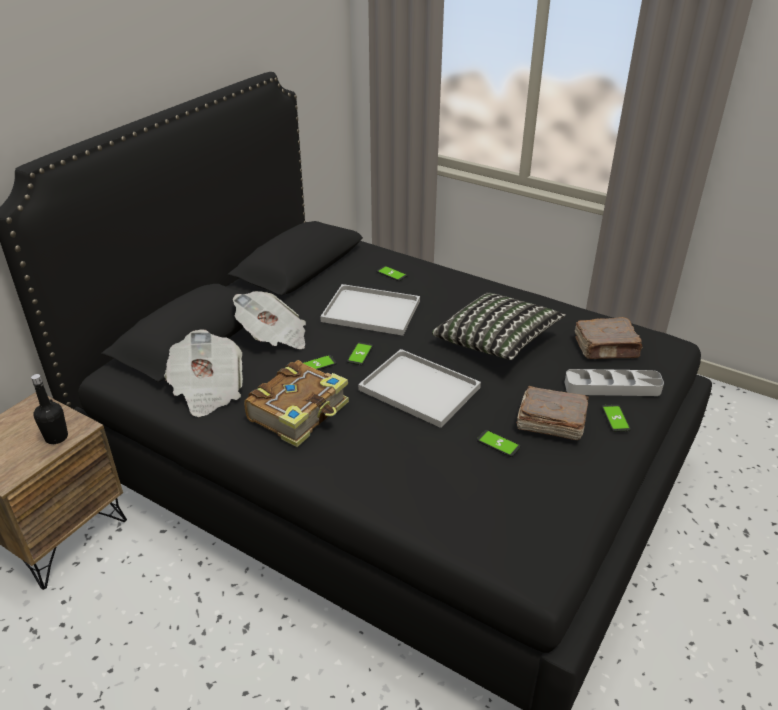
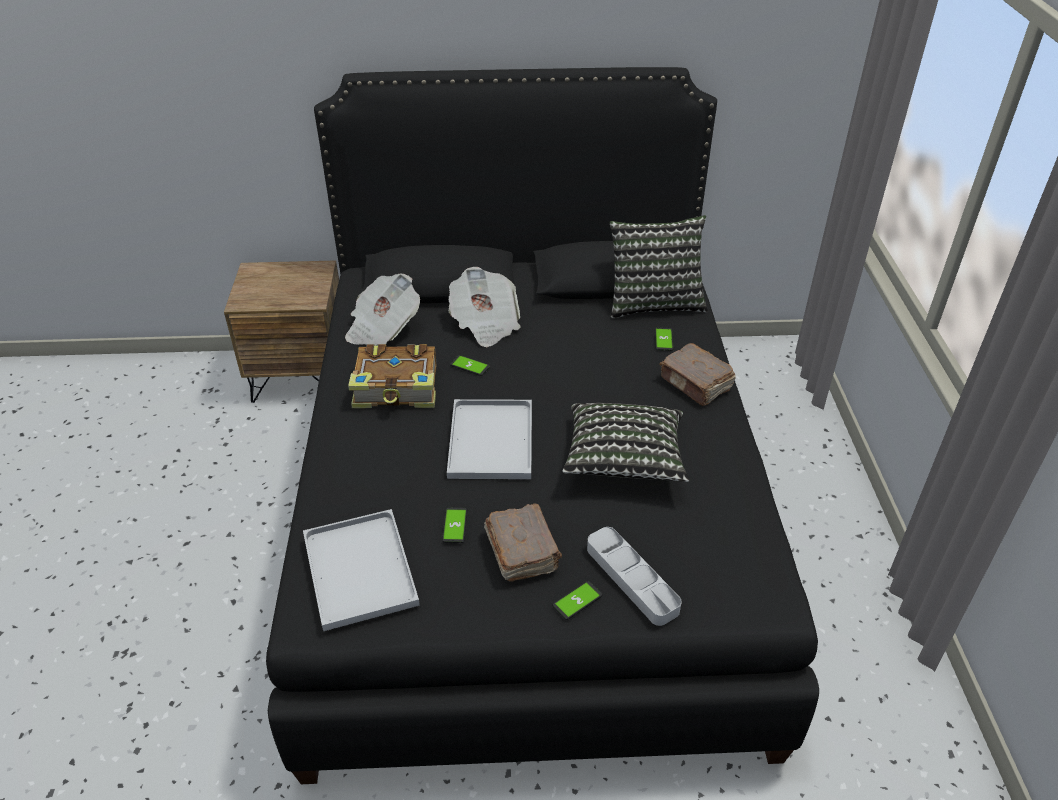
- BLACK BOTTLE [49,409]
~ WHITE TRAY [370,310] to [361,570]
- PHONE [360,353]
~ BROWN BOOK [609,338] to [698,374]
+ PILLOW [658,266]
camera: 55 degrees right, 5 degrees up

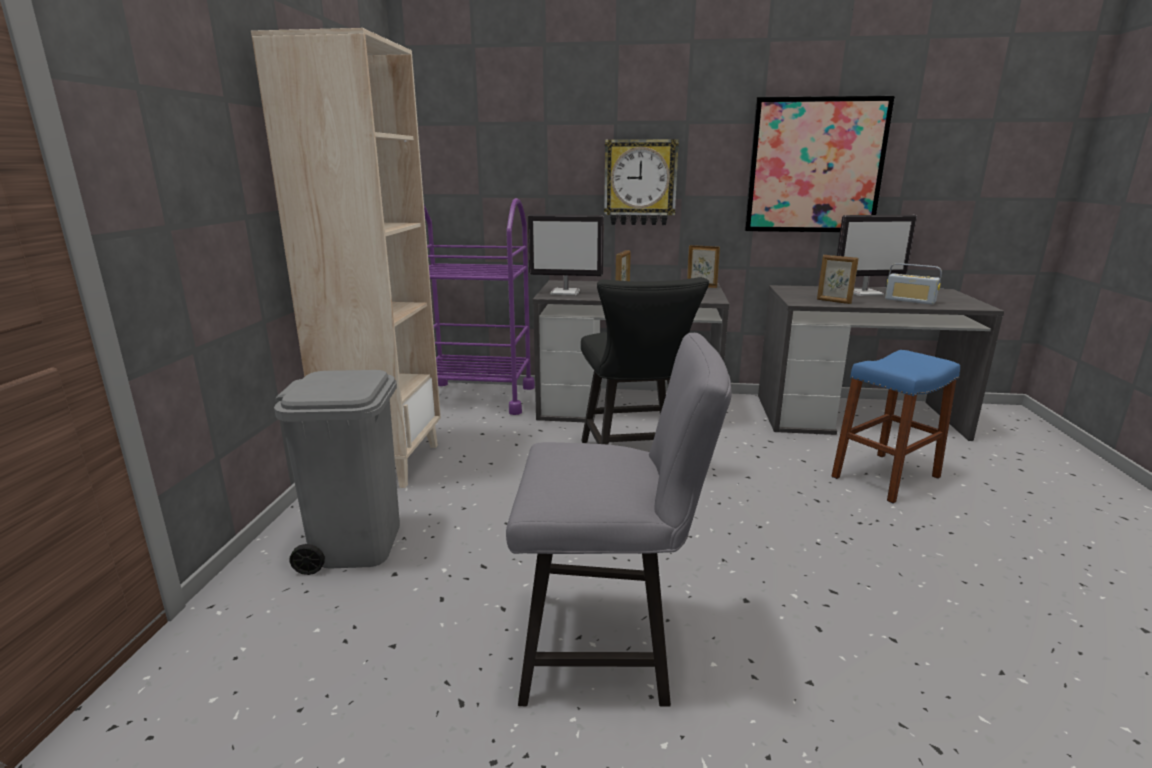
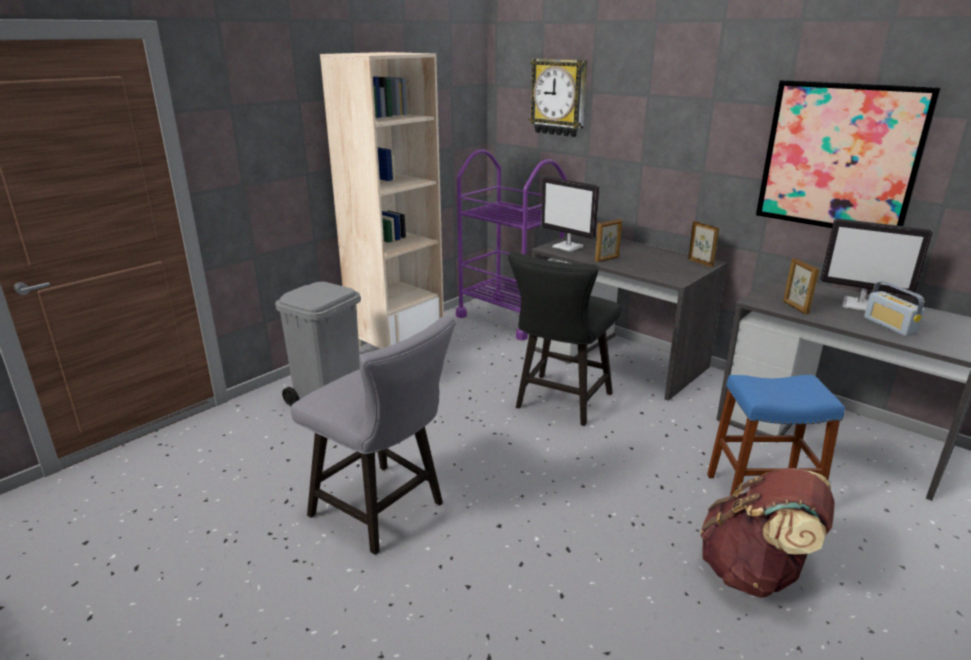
~ WALL CLOCK [641,182] to [558,97]
+ BROWN BACKPACK [767,533]
camera: 35 degrees right, 5 degrees up

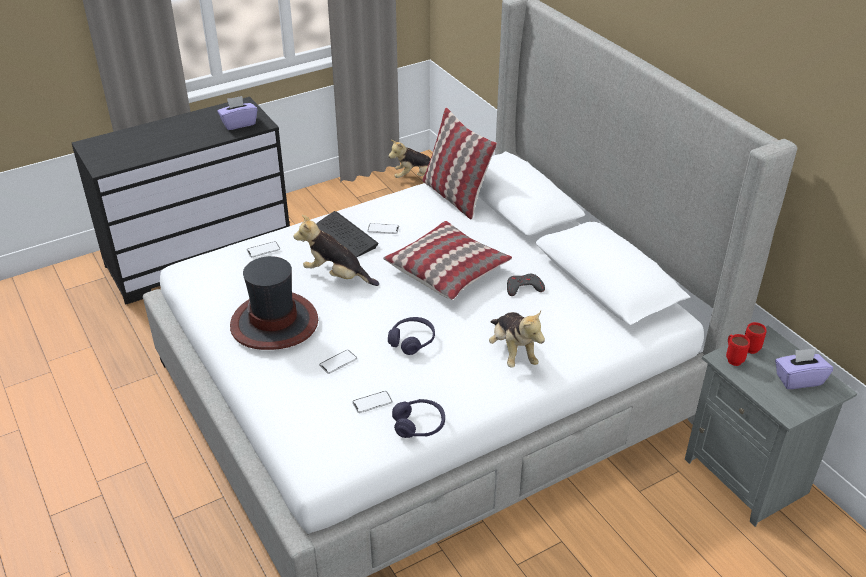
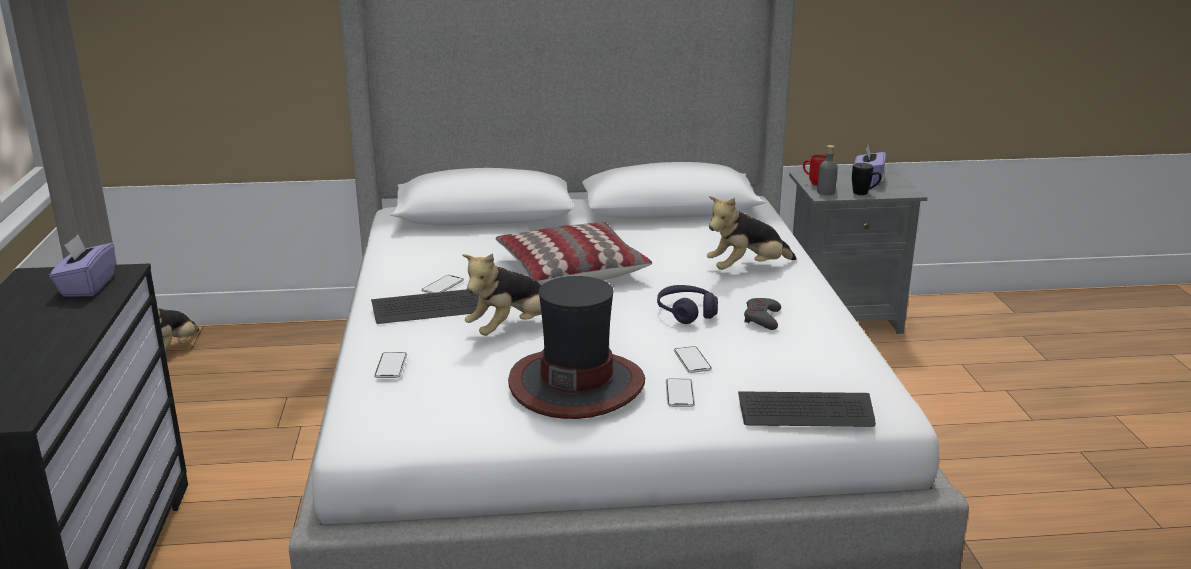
~ PHONE [372,402] to [680,393]
- PURPLE HEADPHONES [418,418]
- PILLOW [459,163]
~ PLUSH TOY [517,339] = [752,233] 150 degrees clockwise
~ GREY GAME CONTROLLER [526,285] to [762,314]
~ RED MUG [738,350] to GREY BOTTLE [827,170]
+ KEYBOARD [807,409]
+ BLACK MUG [867,179]
camera: 65 degrees left, 15 degrees down

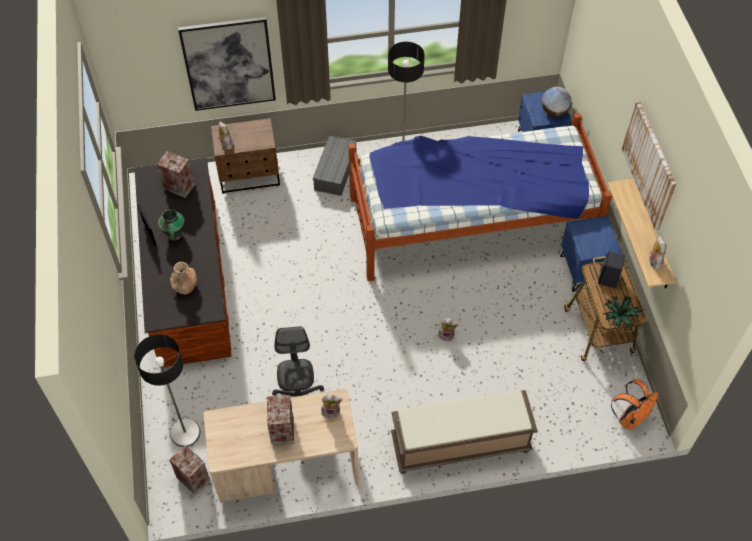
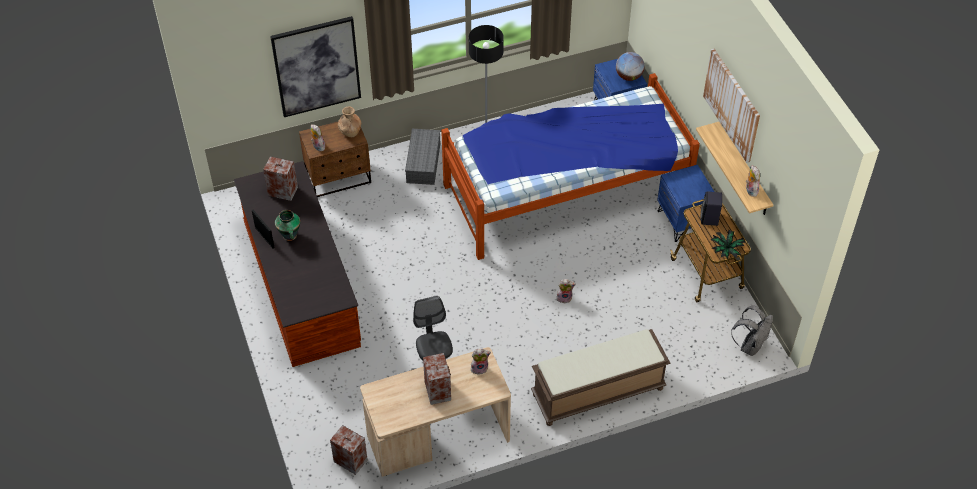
- FLOOR LAMP [167,390]
~ BROWN VASE [183,278] to [349,121]
~ ORANGE BACKPACK [635,404] to GREY BACKPACK [752,331]
camera: 10 degrees left, 5 degrees down

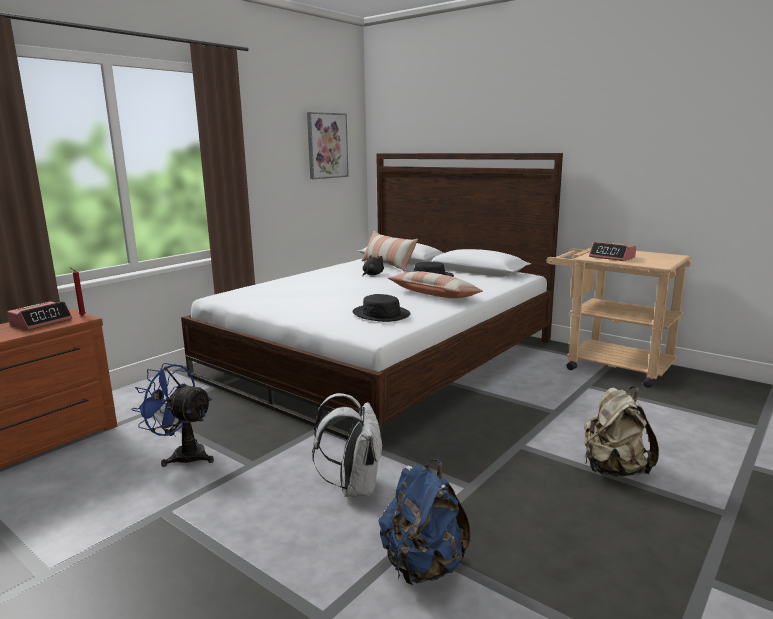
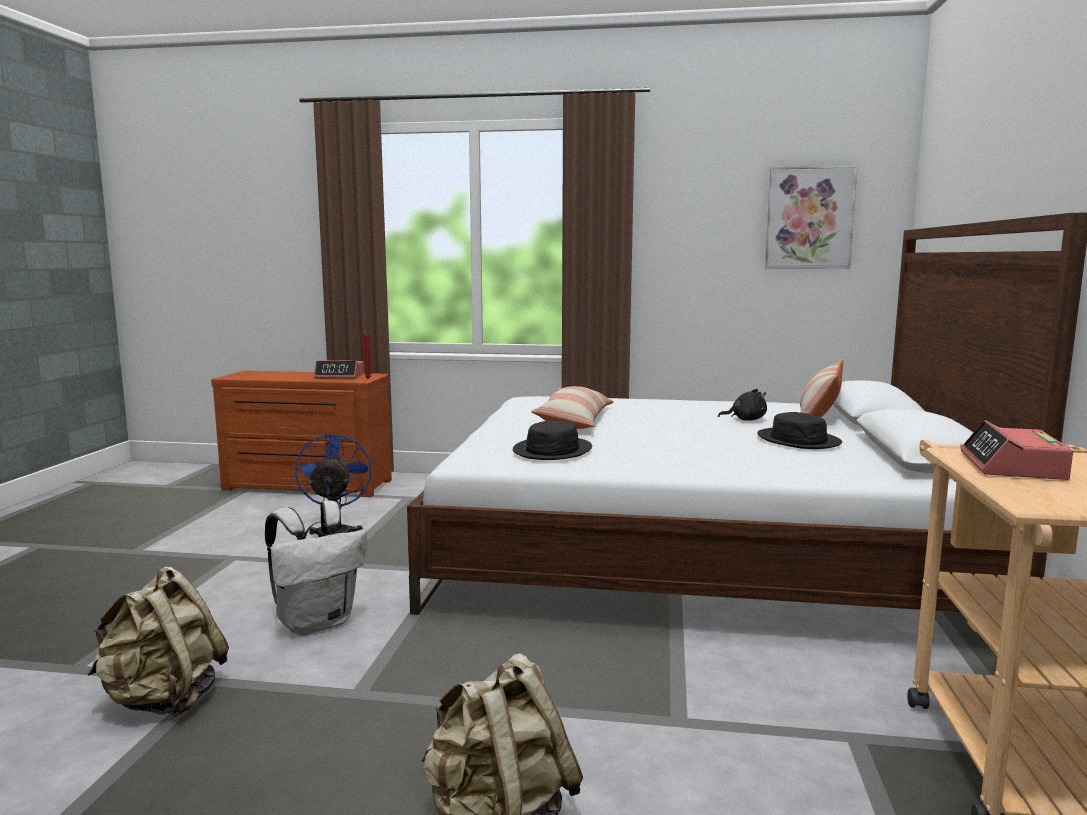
~ BLUE BACKPACK [425,522] to BEIGE BACKPACK [158,642]
~ PILLOW [435,284] to [572,407]
camera: 60 degrees right, 5 degrees down

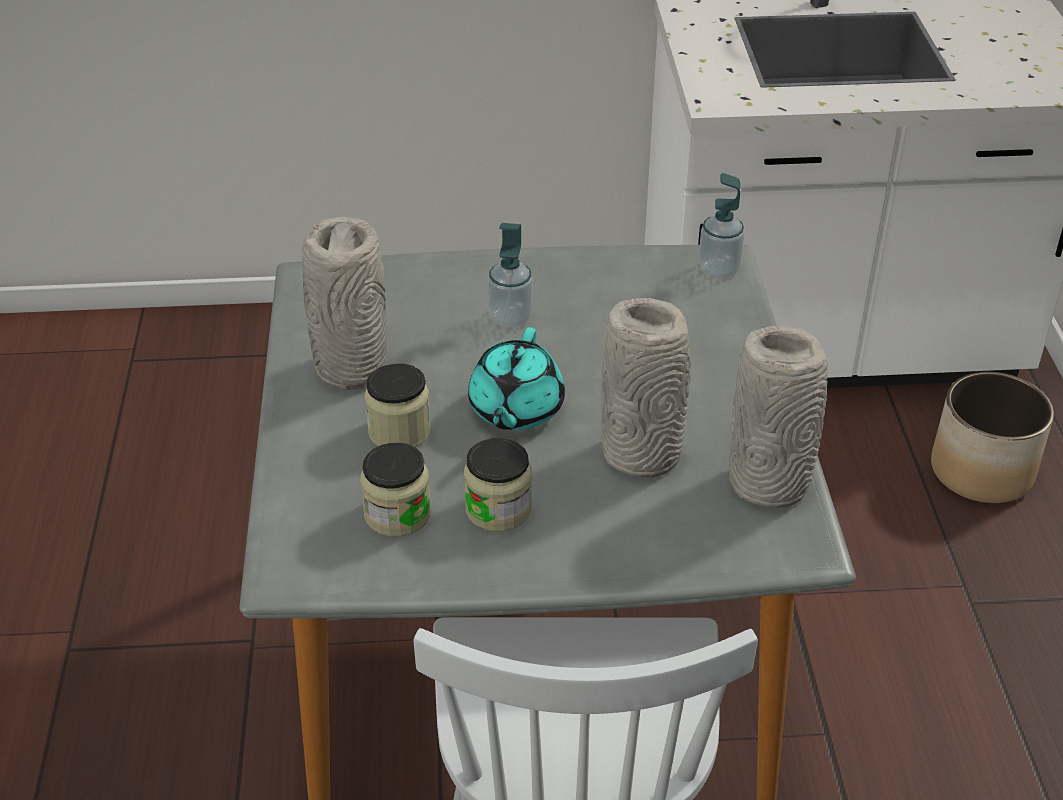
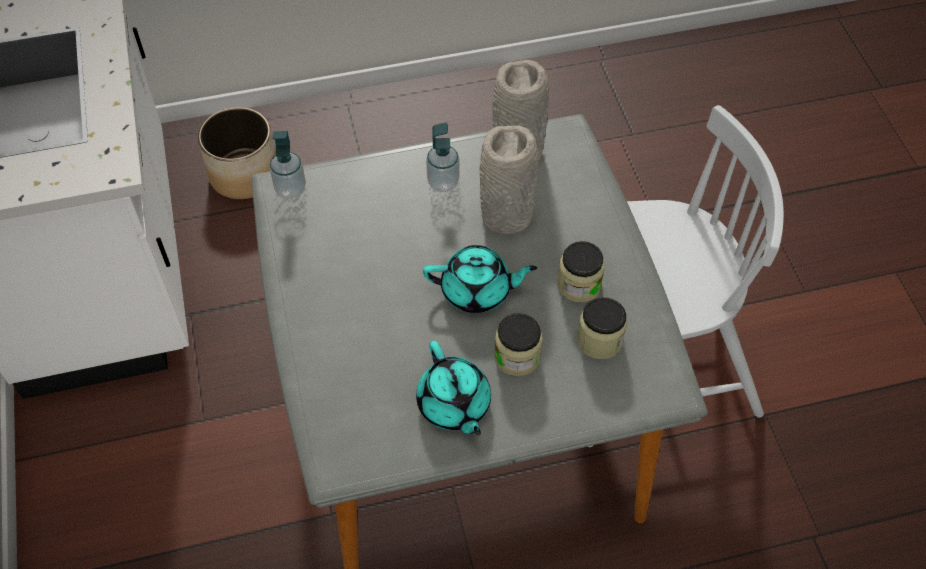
~ GREY VASE [344,303] to TURQUOISE TEAPOT [453,388]
~ SOAP DISPENSER [510,275] to [443,157]
camera: 100 degrees left, 15 degrees up

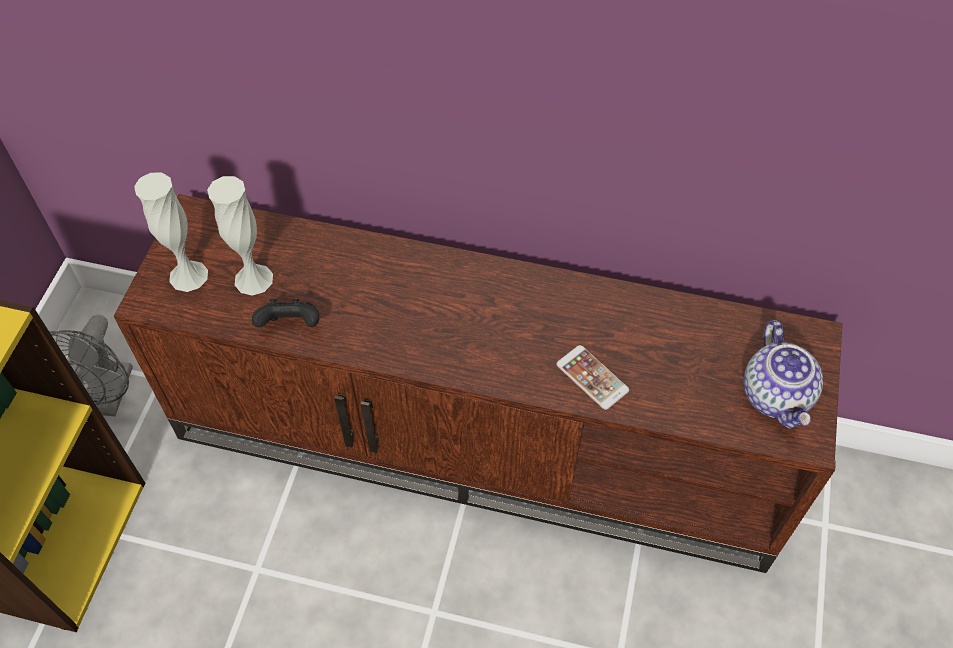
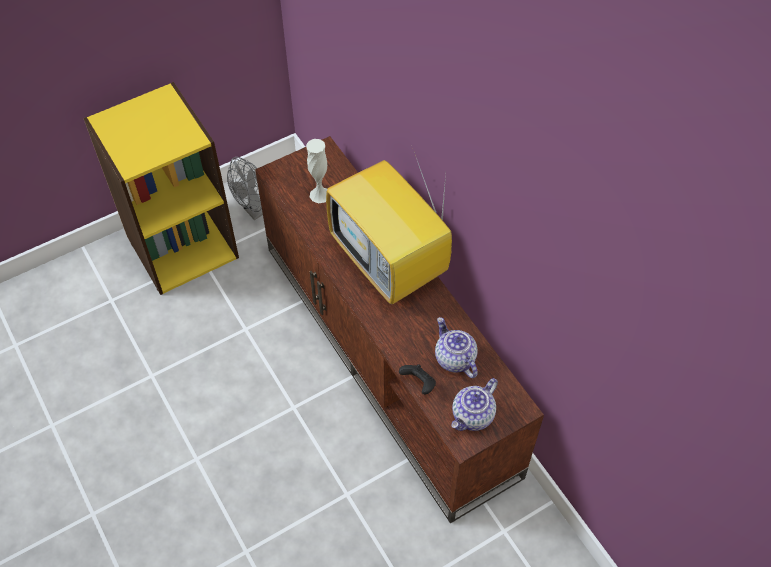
- WHITE VASE [171,232]
~ BLACK GAME CONTROLLER [285,313] to [417,379]
- PHONE [592,377]
+ TELEVISION [389,228]
+ TEAPOT [456,347]
camera: 45 degrees right, 0 degrees up

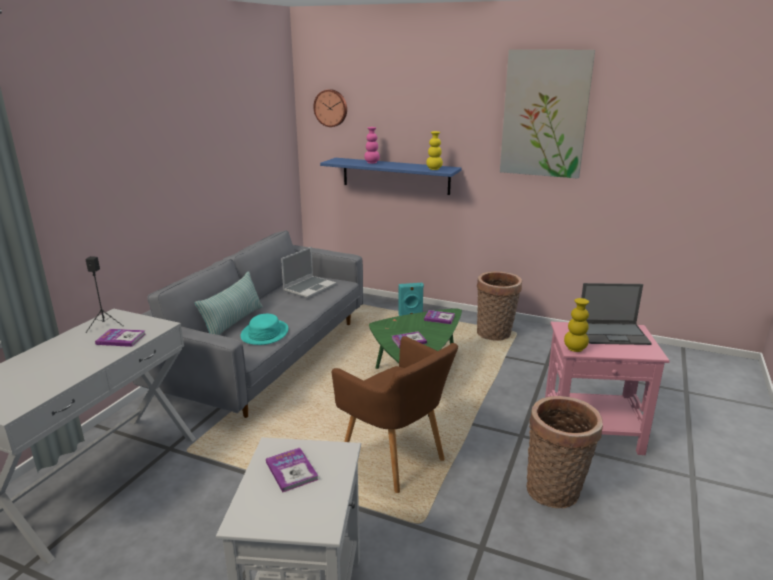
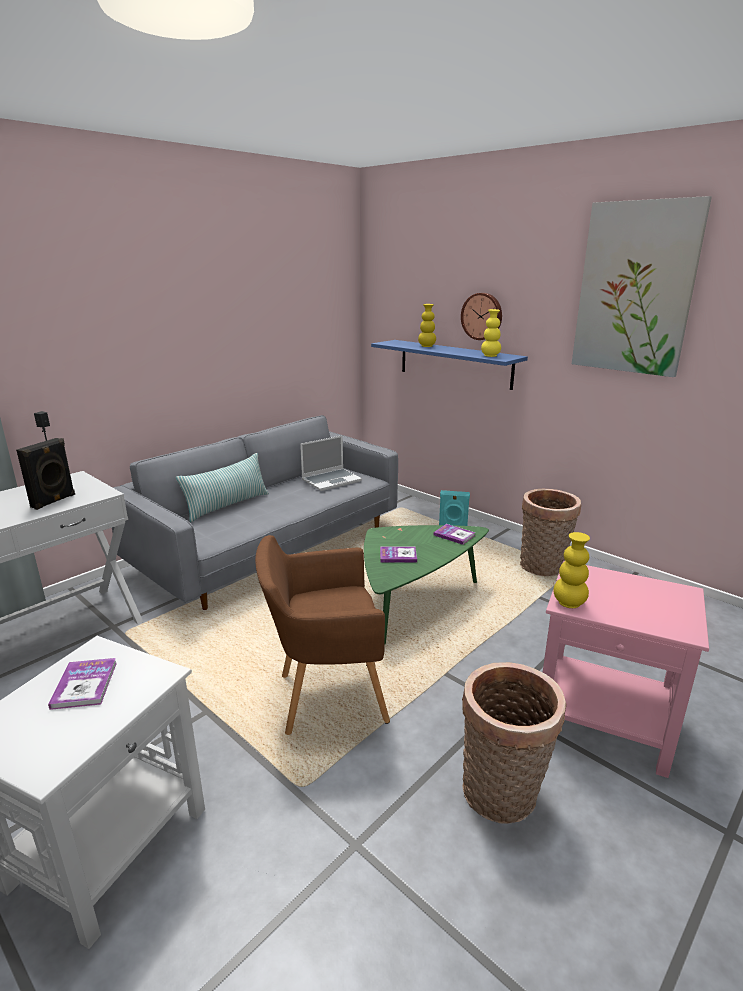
~ BOOK [120,338] to BLACK SPEAKER [45,474]
- TURQUOISE HAT [264,329]
~ WALL CLOCK [330,108] to [481,316]
~ BROWN ARMCHAIR [395,414] = [322,635] 105 degrees clockwise
~ PINK VASE [372,145] to YELLOW VASE [427,325]
- LAPTOP [616,314]
camera: 20 degrees right, 0 degrees up

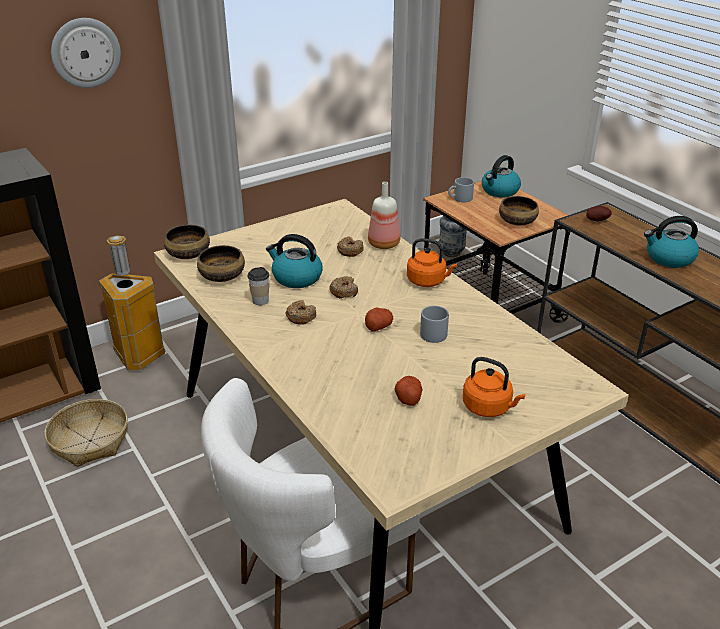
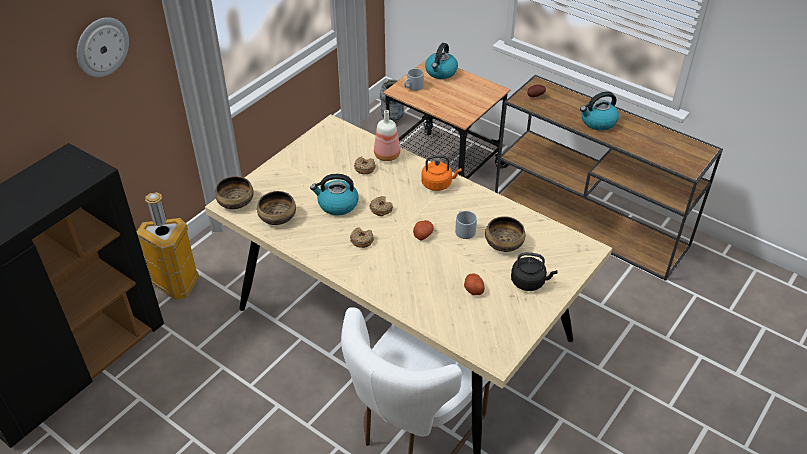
- BASKET [86,433]
- CUP [258,286]
~ ORANGE KETTLE [494,387] to BLACK KETTLE [534,271]
~ BOWL [519,211] to [505,234]
camera: 20 degrees left, 10 degrees up

